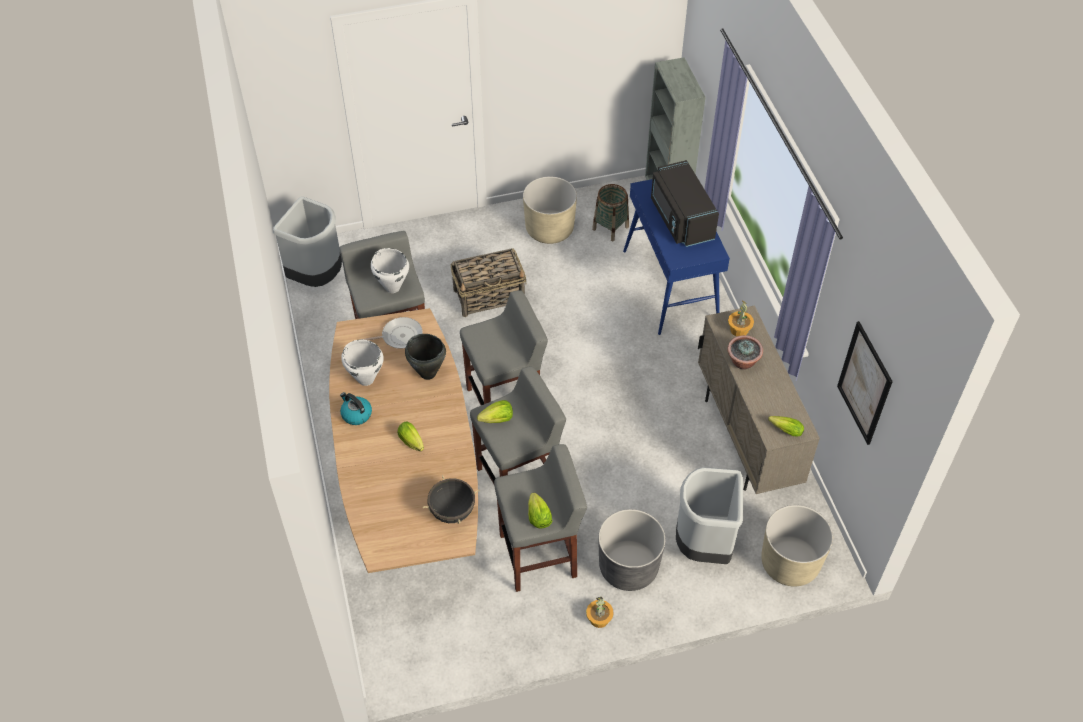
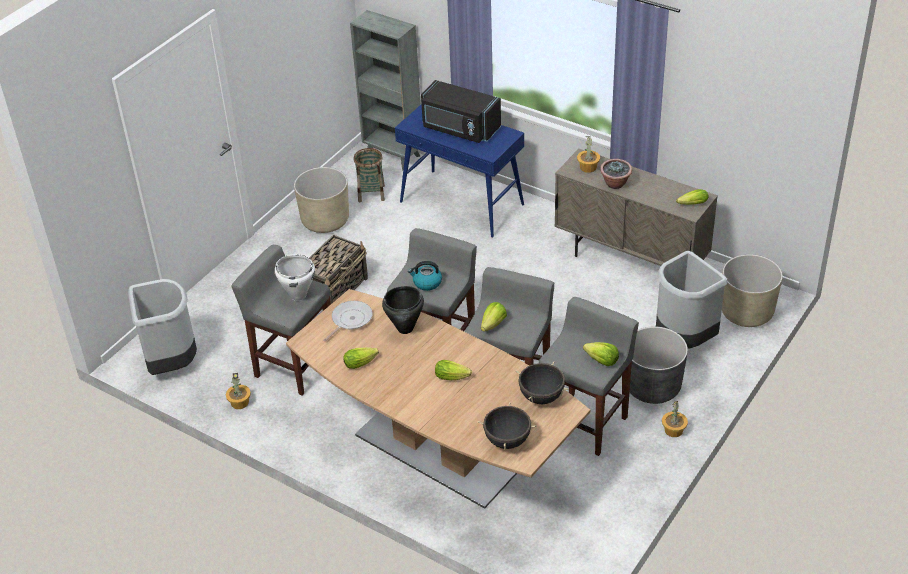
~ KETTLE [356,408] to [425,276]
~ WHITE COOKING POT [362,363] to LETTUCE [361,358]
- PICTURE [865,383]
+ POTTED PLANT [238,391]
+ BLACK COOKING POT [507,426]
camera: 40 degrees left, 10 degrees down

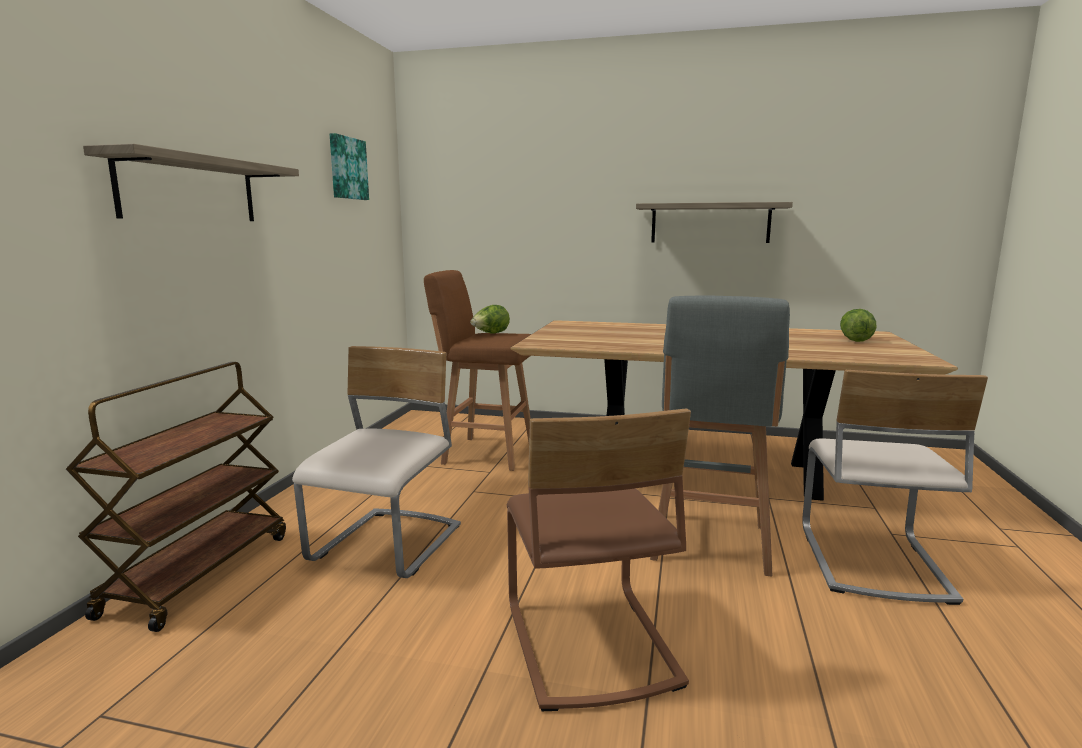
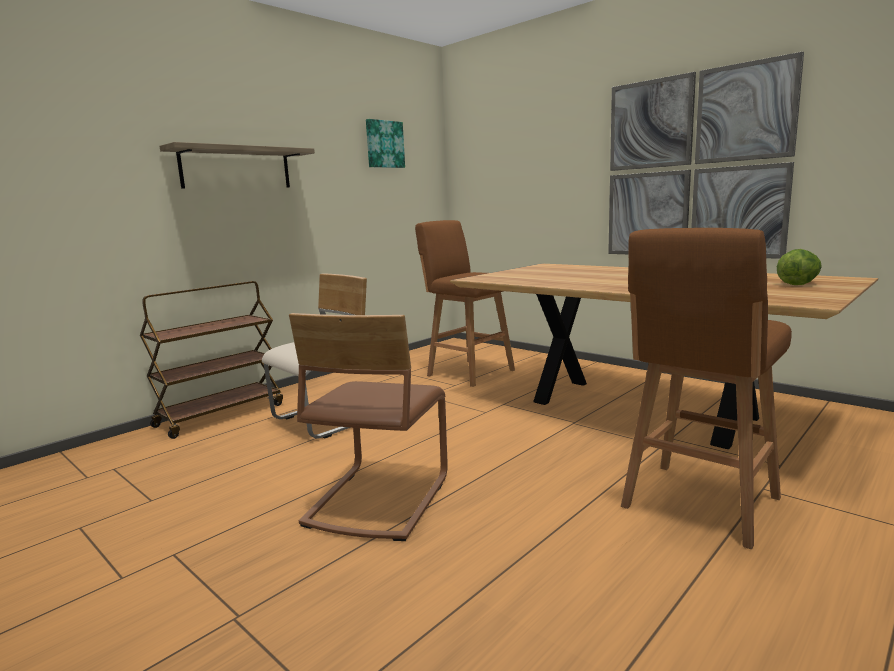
- LETTUCE [490,319]
~ SHELF [714,222] to PICTURE [706,155]
- GREY STOOL [720,436]
~ BEIGE CHAIR [895,487] to BROWN STOOL [706,388]
camera: 30 degrees right, 0 degrees up

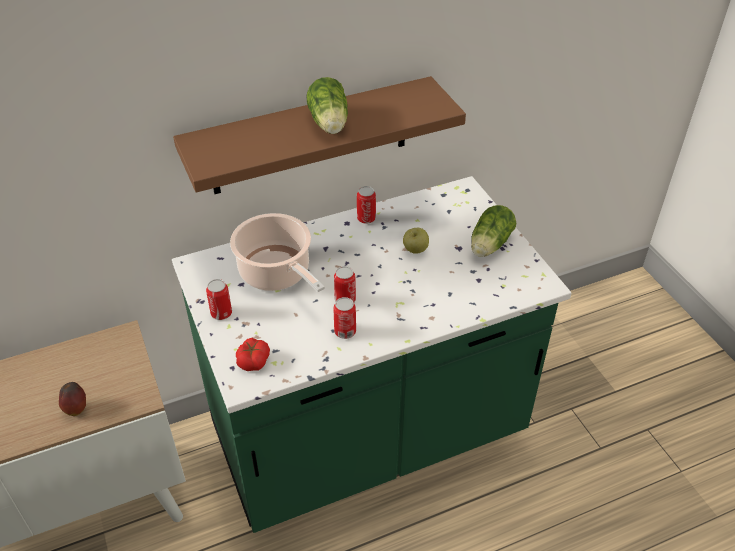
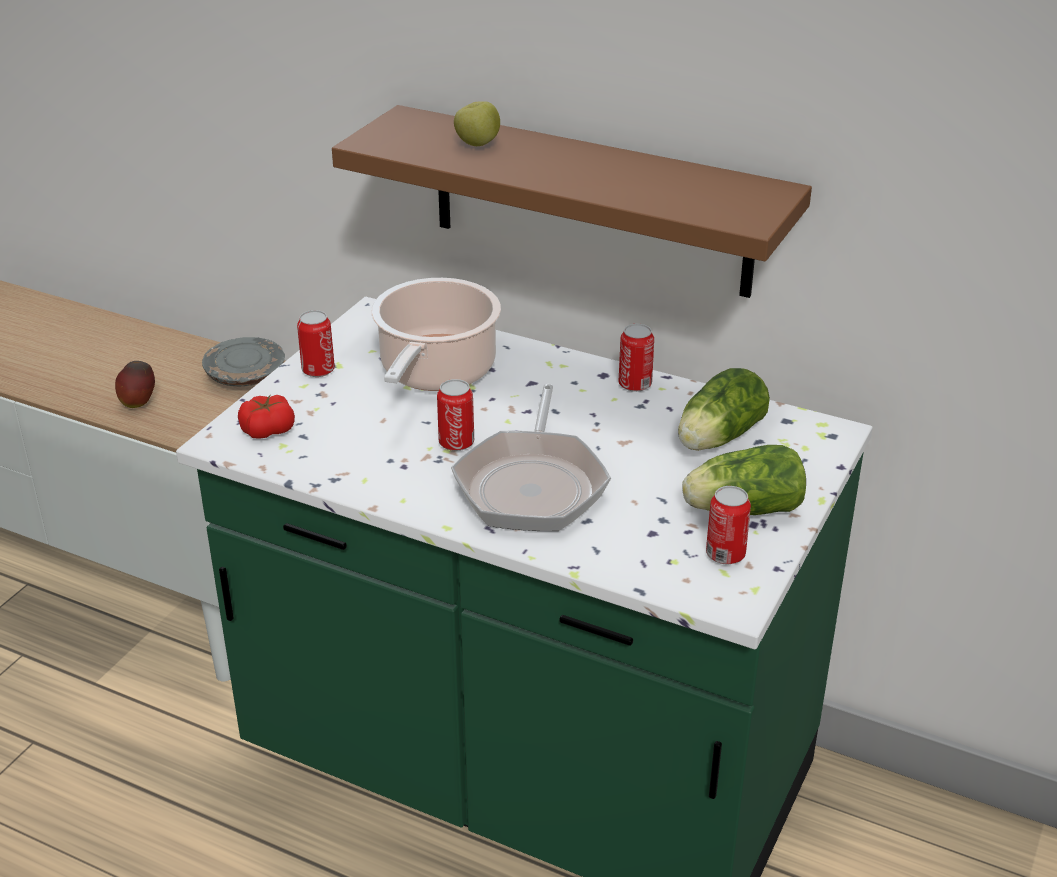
~ LETTUCE [327,105] to [724,409]
~ CAN [344,318] to [728,525]
~ APPLE [416,241] to [477,123]
+ GREY PLATE [243,361]
+ FRYING PAN [531,457]
camera: 50 degrees right, 10 degrees down

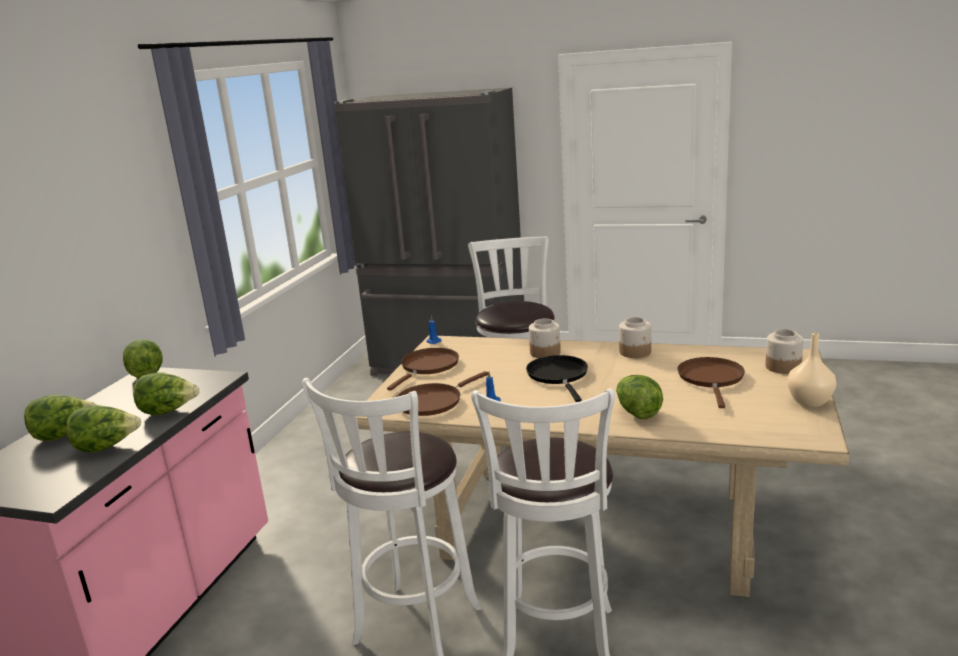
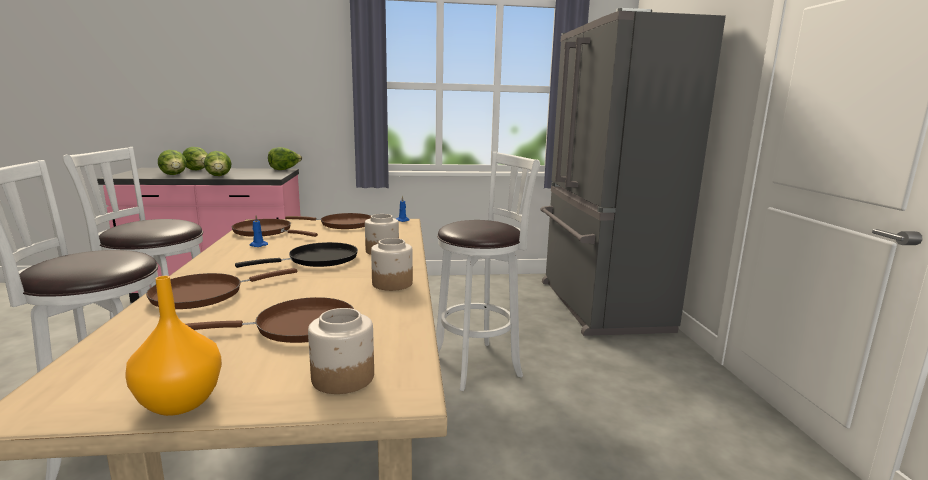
~ LETTUCE [639,397] to BROWN FRYING PAN [221,288]
~ BEIGE VASE [811,370] to ORANGE VASE [174,346]
camera: 65 degrees right, 5 degrees down

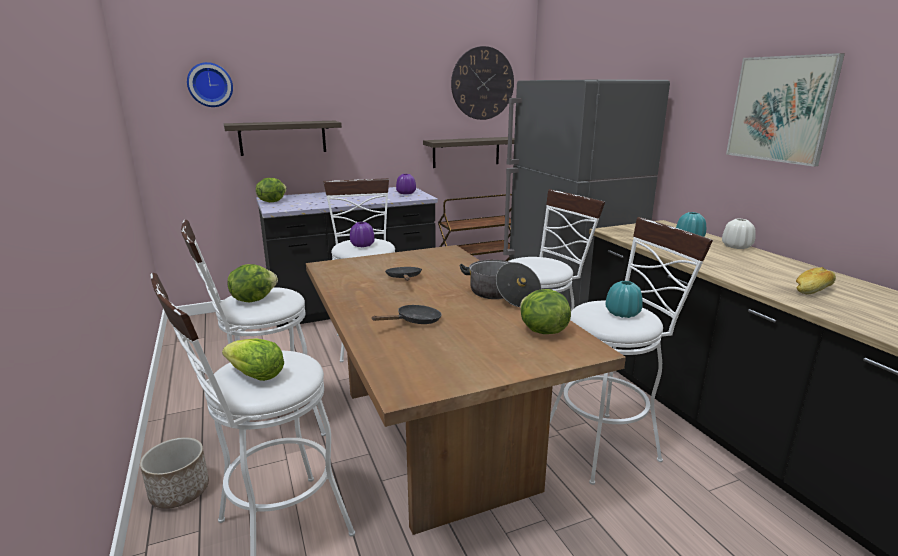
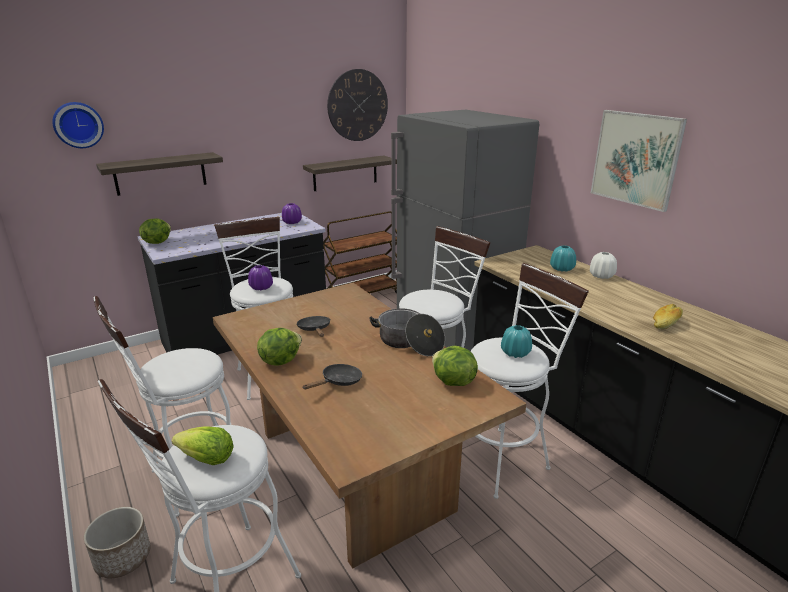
~ LETTUCE [252,283] to [279,347]
camera: 10 degrees left, 5 degrees up

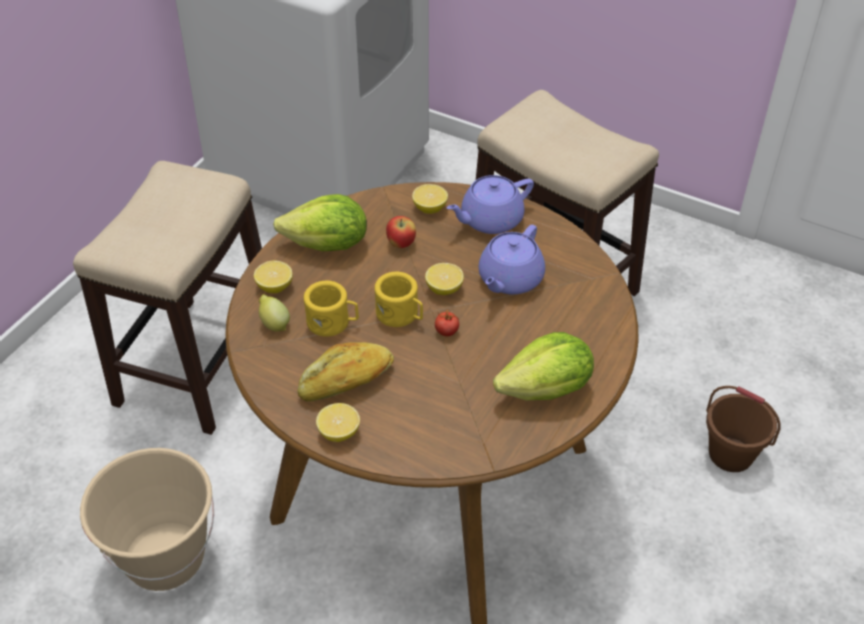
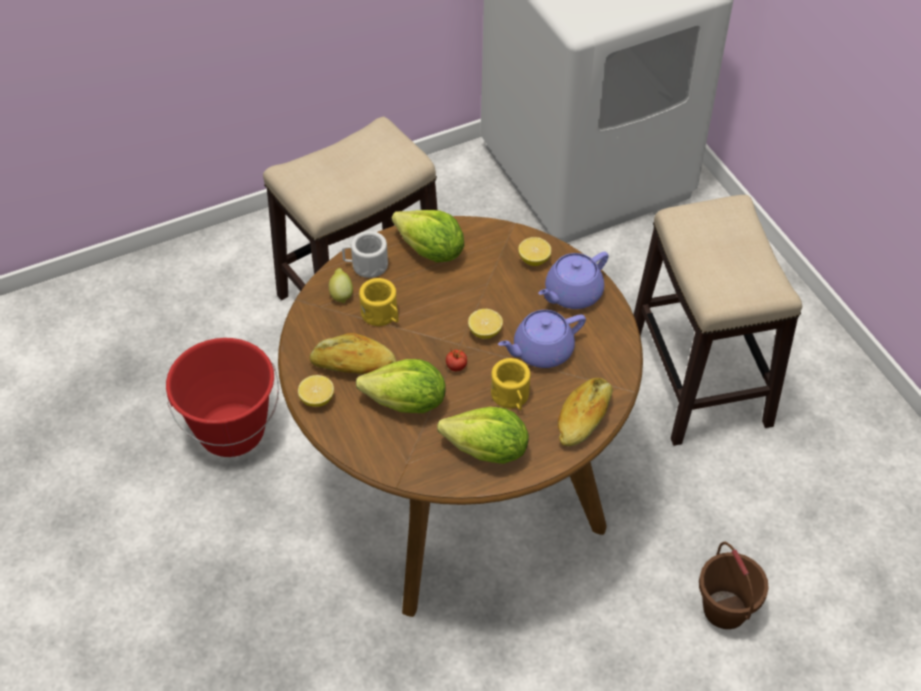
~ BEIGE BUCKET [147,519] to RED BUCKET [222,397]
~ LEMON [273,276] to WHITE MUG [365,254]
~ YELLOW MUG [399,299] to [510,384]
- APPLE [401,232]
~ PURPLE TEAPOT [490,204] = [573,280] 45 degrees counterclockwise
+ LETTUCE [401,386]
+ BREAD [585,412]
camera: 35 degrees right, 5 degrees up

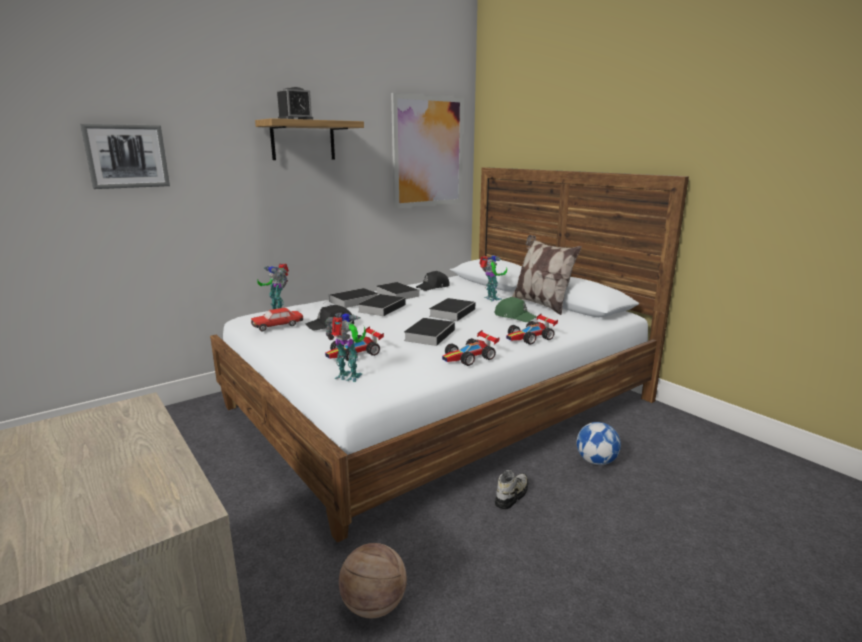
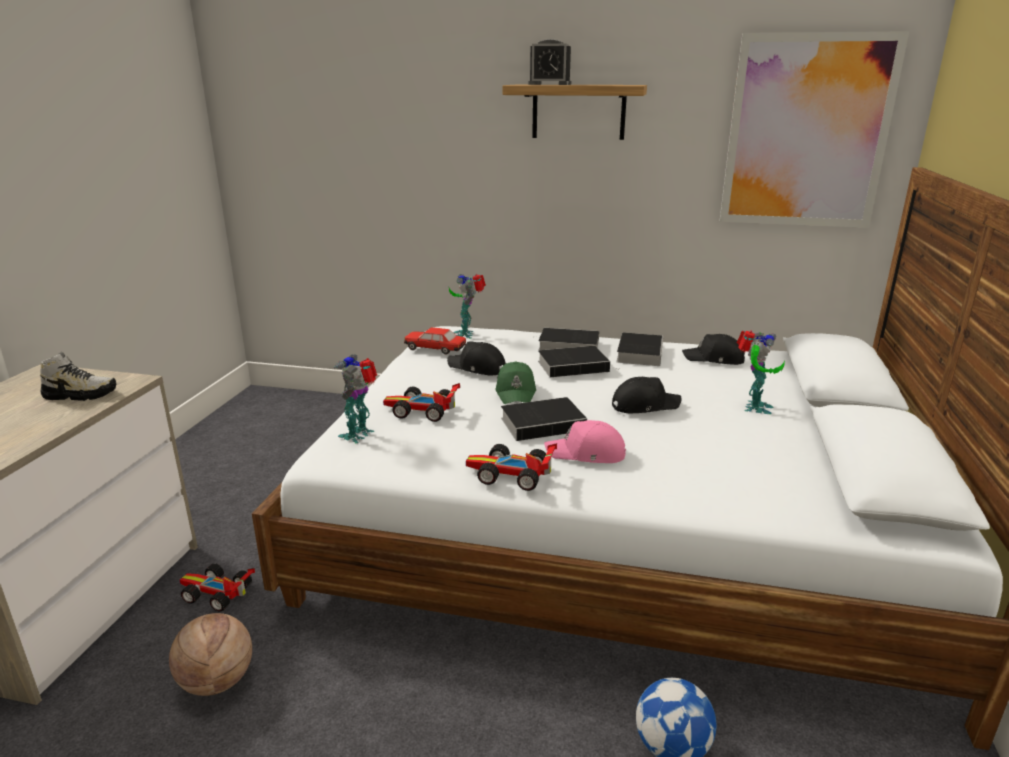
- PICTURE [125,156]
~ TOY ROBOT [345,347] = [355,398] 135 degrees counterclockwise
~ BOOK [452,309] to BLACK CAP [646,395]
~ GREEN CAP [515,309] to [516,383]
~ SHOE [511,490] to [78,376]
~ TOY CAR [532,329] to [217,587]
- PILLOW [547,275]
+ PINK CAP [585,441]
camera: 50 degrees right, 5 degrees up

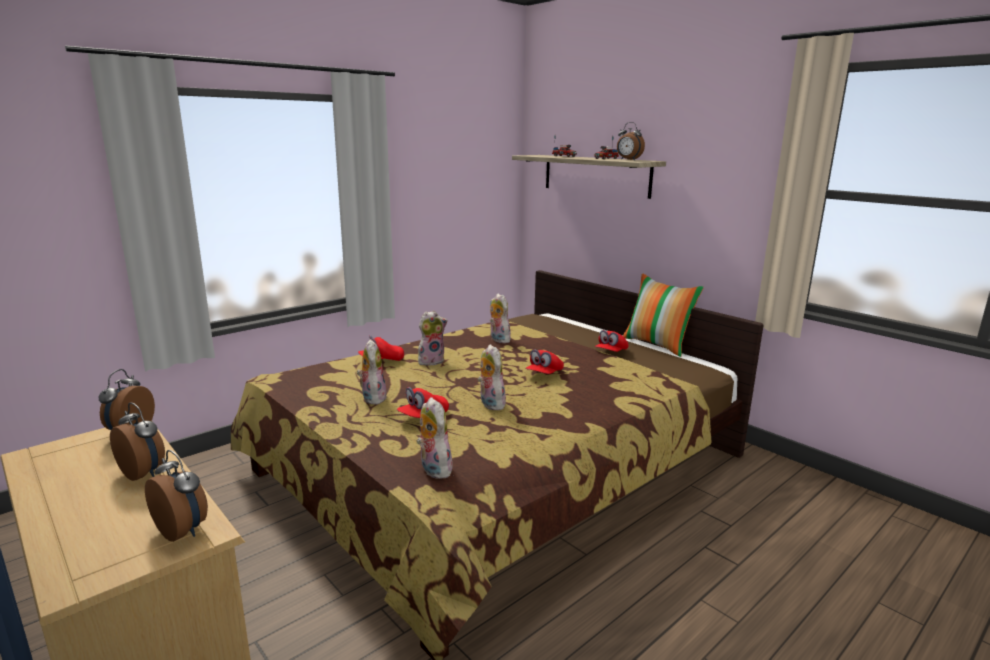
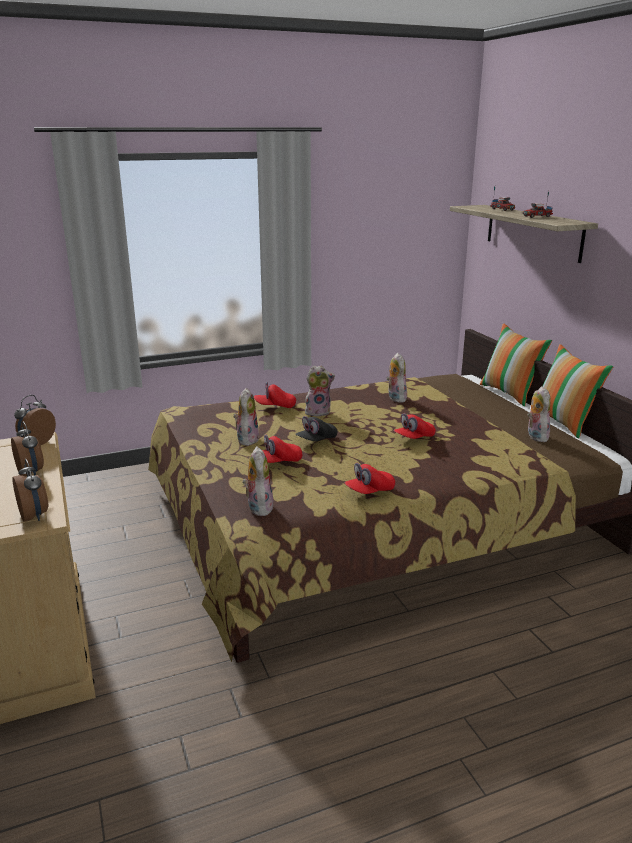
~ PLUSH TOY [492,377] to [539,414]
~ RED CAP [612,341] to [369,478]
- ALARM CLOCK [631,141]
+ BLACK CAP [316,428]
+ PILLOW [516,364]
camera: 20 degrees right, 5 degrees up

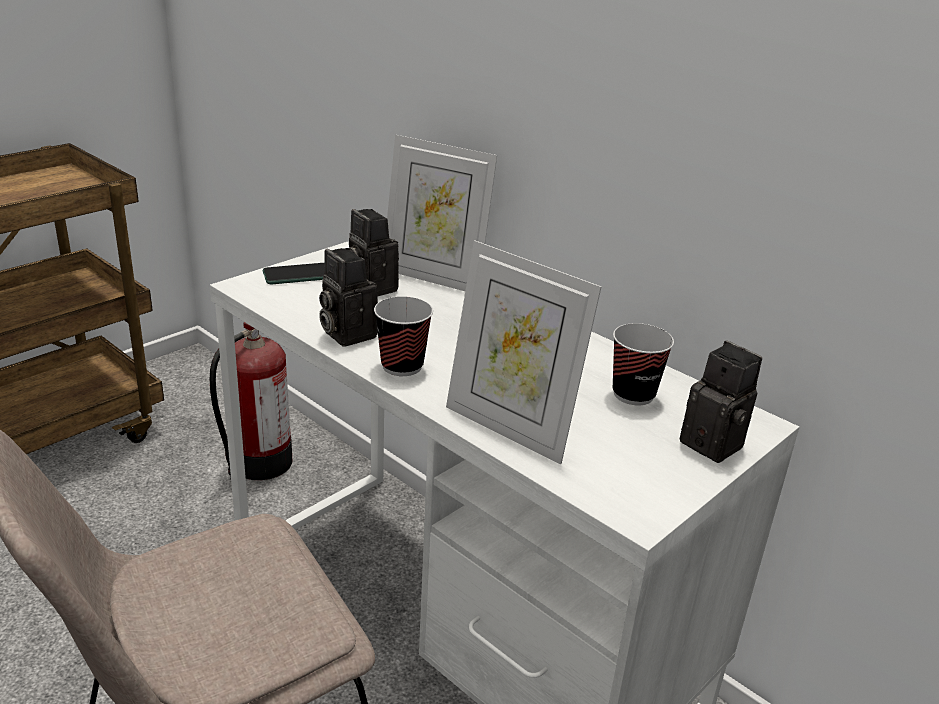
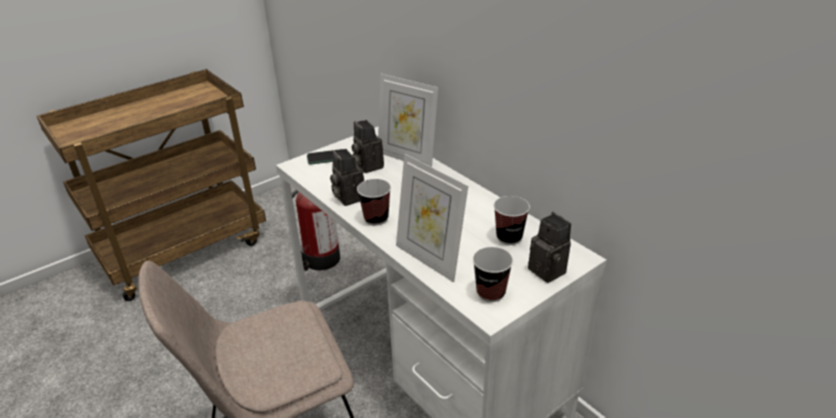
+ CUP [493,274]
camera: 10 degrees right, 5 degrees up

